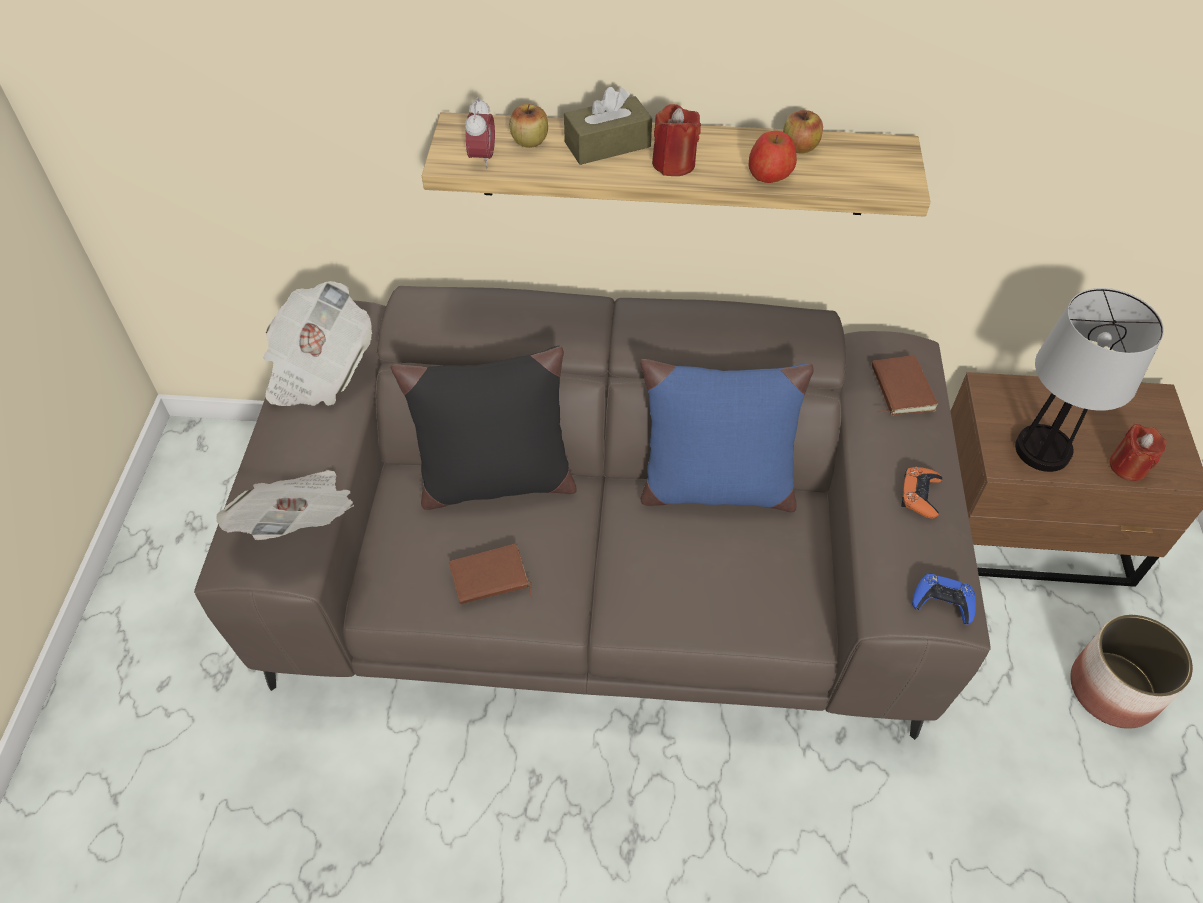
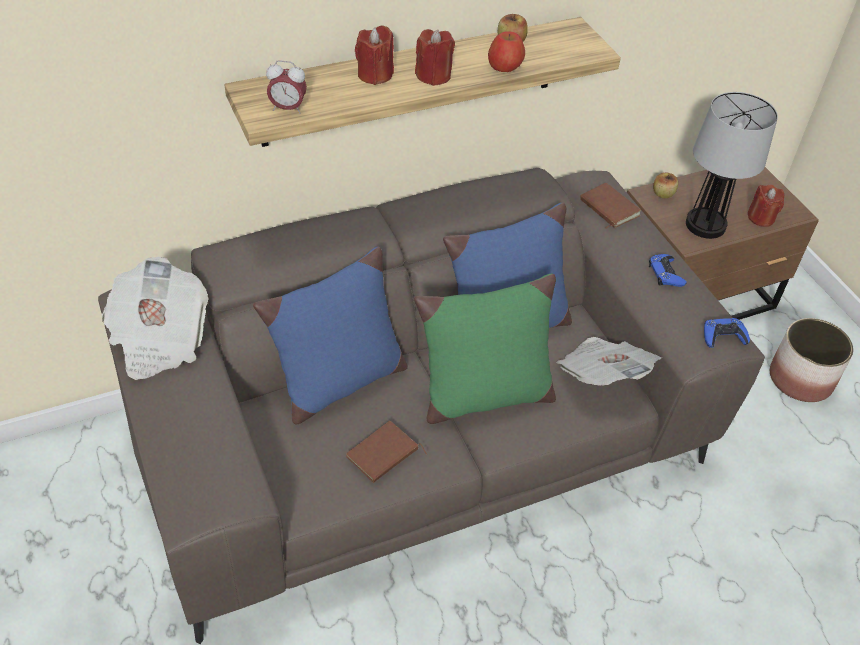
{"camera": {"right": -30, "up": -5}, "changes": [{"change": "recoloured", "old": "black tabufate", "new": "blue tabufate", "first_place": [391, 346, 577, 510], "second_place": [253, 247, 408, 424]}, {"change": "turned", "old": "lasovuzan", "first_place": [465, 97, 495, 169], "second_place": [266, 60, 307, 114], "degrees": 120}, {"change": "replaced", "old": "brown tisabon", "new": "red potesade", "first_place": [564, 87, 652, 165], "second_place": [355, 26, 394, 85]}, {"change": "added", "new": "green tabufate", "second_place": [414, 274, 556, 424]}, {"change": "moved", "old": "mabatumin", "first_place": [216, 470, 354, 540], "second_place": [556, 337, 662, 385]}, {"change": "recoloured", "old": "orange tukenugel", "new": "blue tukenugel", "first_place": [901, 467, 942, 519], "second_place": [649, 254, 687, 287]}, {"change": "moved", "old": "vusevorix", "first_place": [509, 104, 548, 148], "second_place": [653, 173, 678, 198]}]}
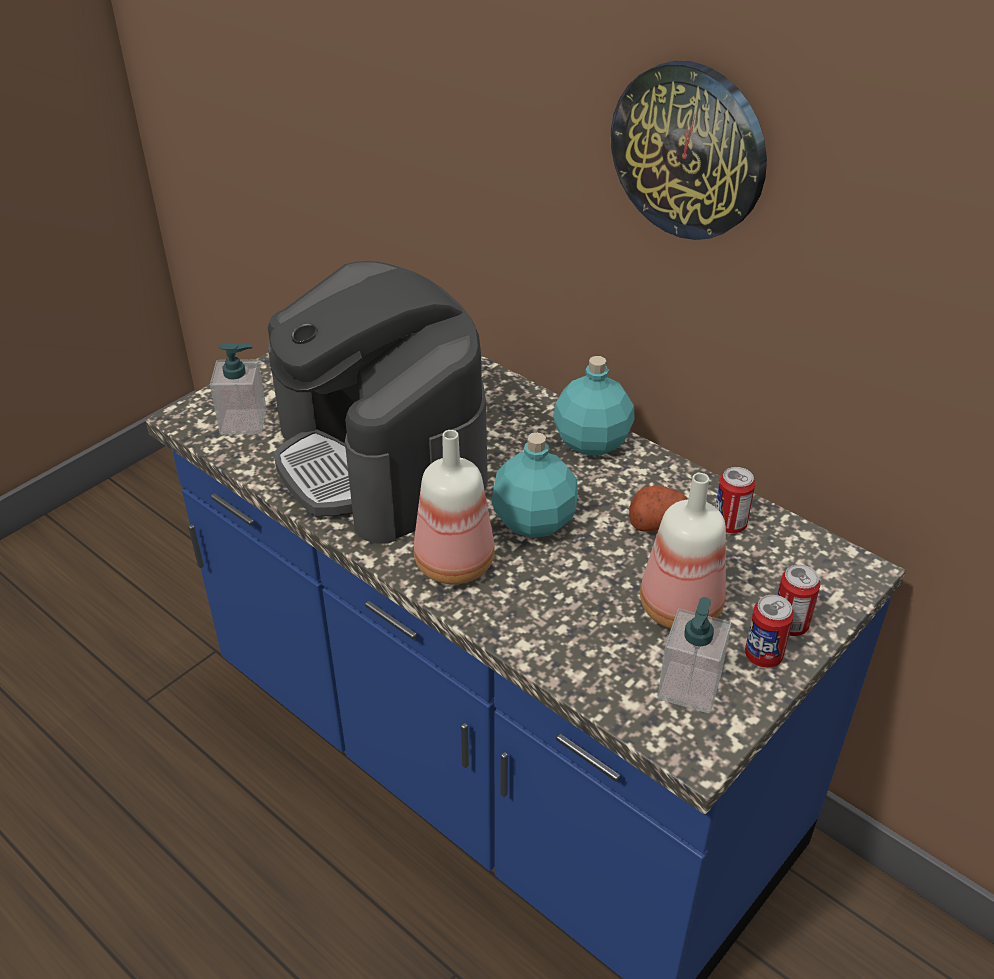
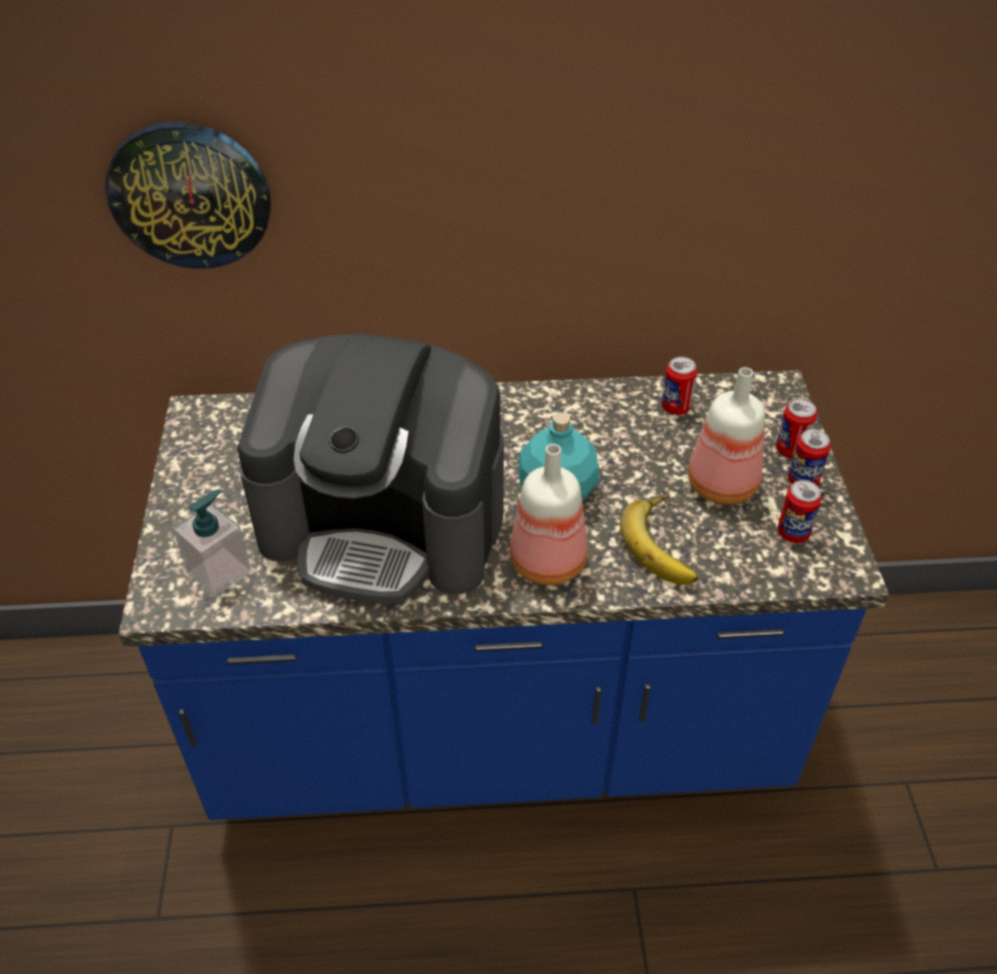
{"camera": {"right": -45, "up": 5}, "changes": [{"change": "moved", "old": "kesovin", "first_place": [611, 61, 767, 240], "second_place": [105, 121, 271, 269]}, {"change": "added", "new": "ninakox", "second_place": [620, 495, 698, 585]}, {"change": "replaced", "old": "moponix", "new": "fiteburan", "first_place": [658, 597, 731, 714], "second_place": [777, 480, 822, 543]}, {"change": "removed", "old": "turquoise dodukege", "first_place": [553, 356, 635, 455]}, {"change": "removed", "old": "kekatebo", "first_place": [629, 485, 687, 532]}]}
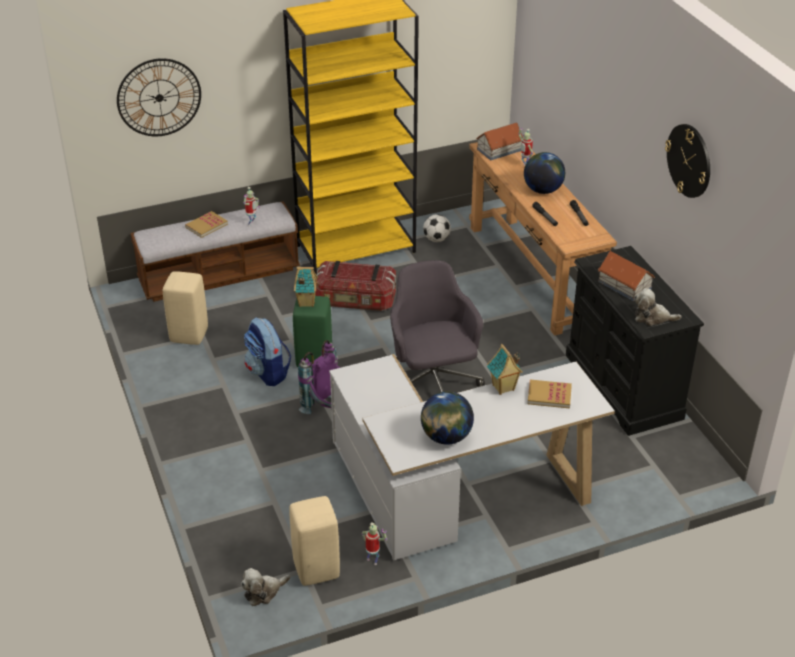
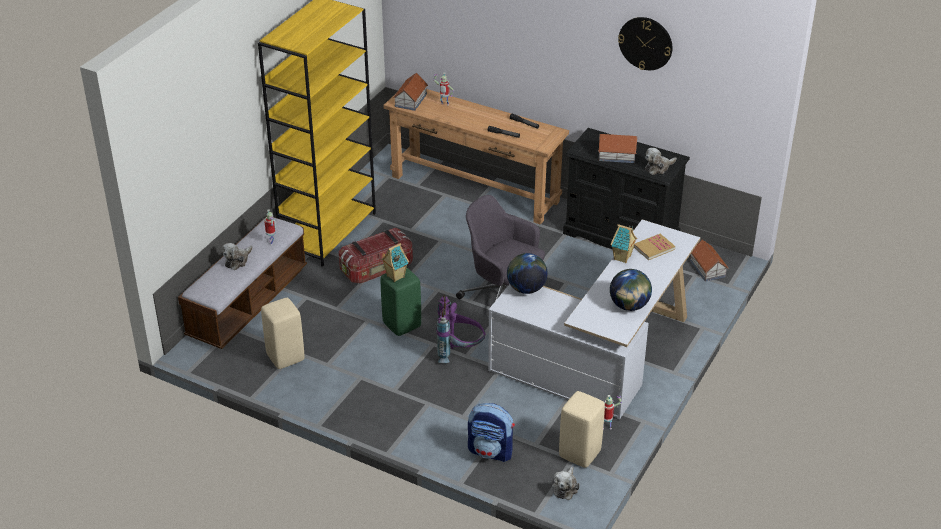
{"camera": {"right": -40, "up": 0}, "changes": [{"change": "replaced", "old": "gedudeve", "new": "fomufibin", "first_place": [185, 211, 228, 238], "second_place": [222, 243, 253, 270]}, {"change": "moved", "old": "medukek", "first_place": [244, 317, 291, 386], "second_place": [468, 403, 515, 462]}, {"change": "moved", "old": "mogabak", "first_place": [524, 152, 565, 194], "second_place": [507, 253, 548, 294]}, {"change": "added", "new": "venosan", "second_place": [690, 240, 728, 281]}, {"change": "removed", "old": "kesovin", "first_place": [117, 58, 201, 136]}, {"change": "removed", "old": "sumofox", "first_place": [423, 214, 451, 242]}]}
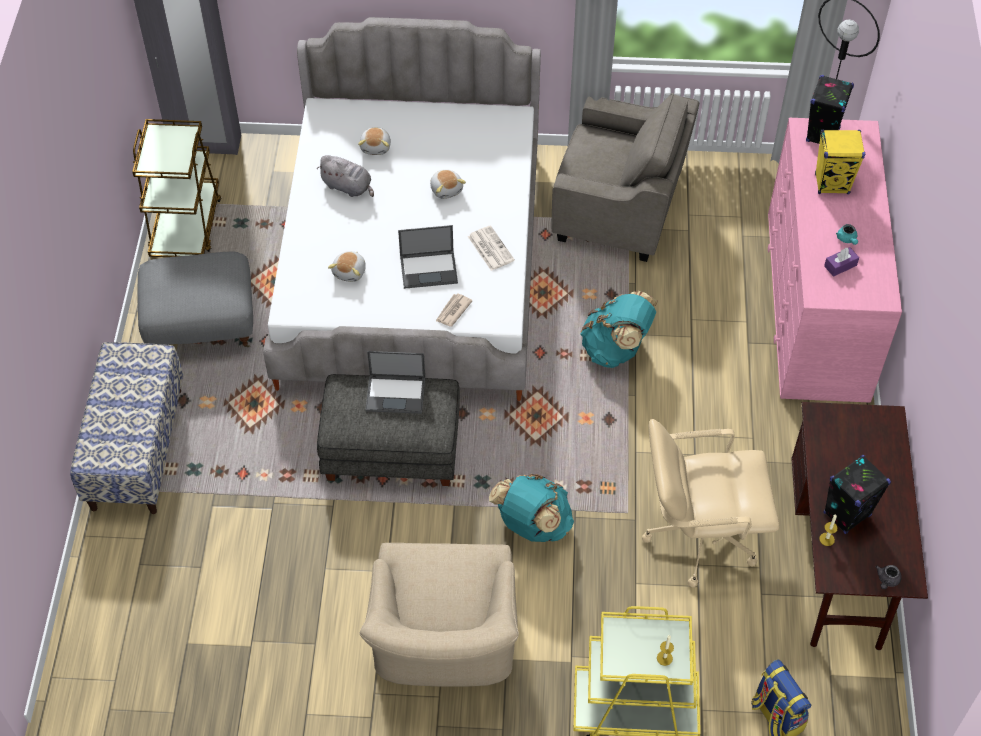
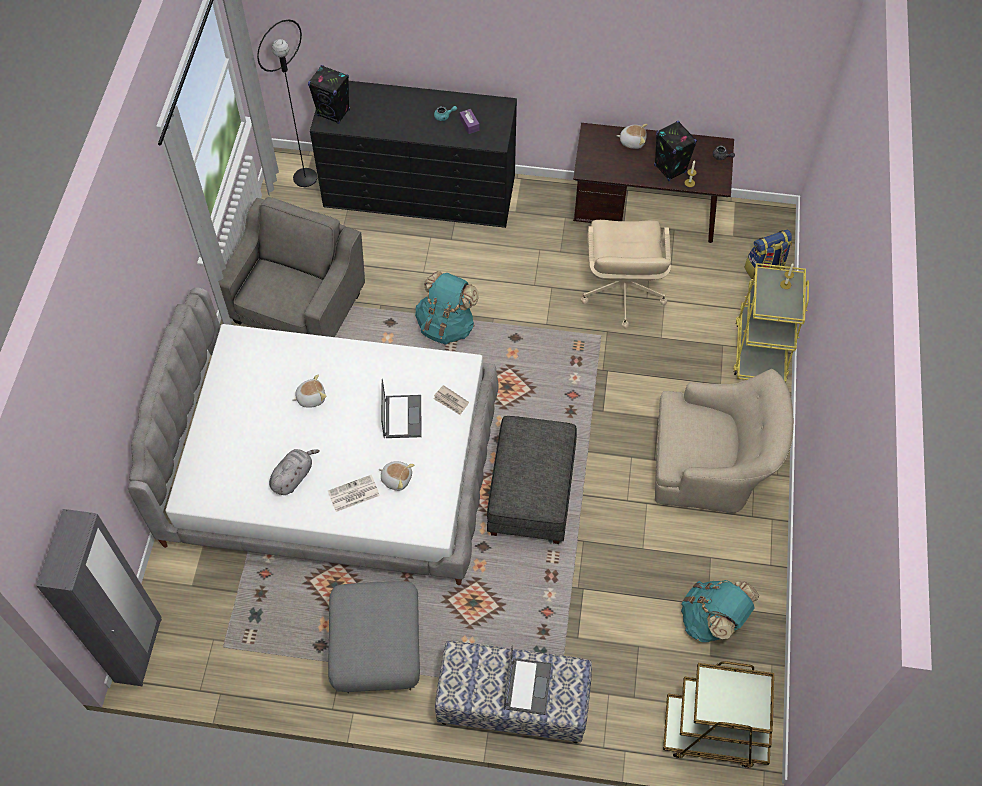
{"camera": {"right": -85, "up": 5}, "changes": [{"change": "recoloured", "old": "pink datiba", "new": "black datiba", "first_place": [768, 118, 902, 403], "second_place": [310, 81, 517, 228]}, {"change": "moved", "old": "mabatumin", "first_place": [468, 225, 515, 271], "second_place": [328, 475, 380, 512]}, {"change": "moved", "old": "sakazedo", "first_place": [365, 351, 425, 414], "second_place": [504, 646, 552, 715]}, {"change": "moved", "old": "fomufibin", "first_place": [358, 127, 391, 155], "second_place": [617, 124, 647, 149]}, {"change": "moved", "old": "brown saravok", "first_place": [132, 119, 222, 257], "second_place": [663, 661, 774, 768]}, {"change": "moved", "old": "turquoise medukek", "first_place": [489, 474, 574, 542], "second_place": [681, 580, 759, 642]}, {"change": "removed", "old": "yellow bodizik", "first_place": [815, 130, 865, 194]}]}
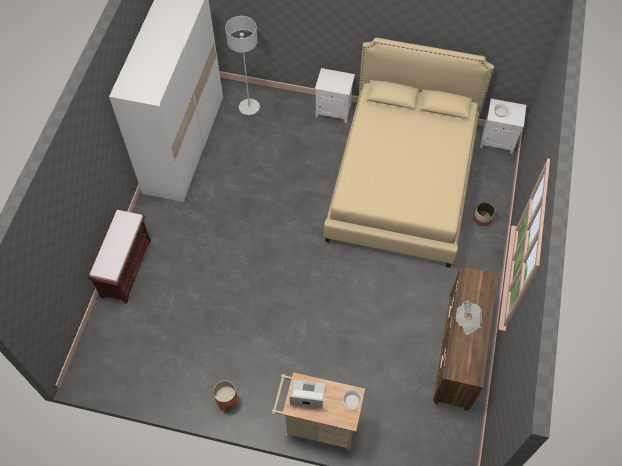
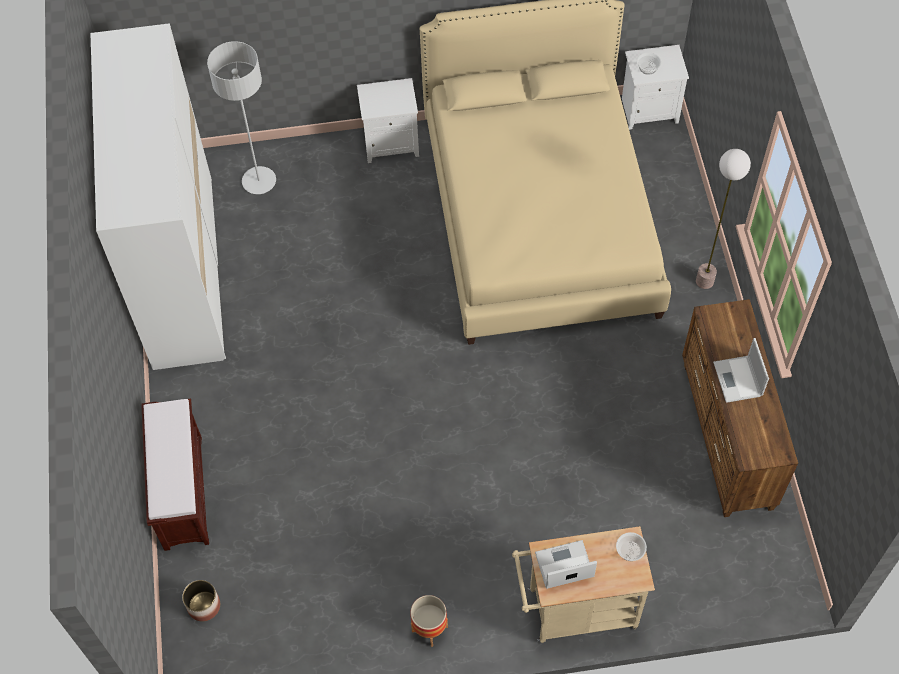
{"camera": {"right": -20, "up": 0}, "changes": [{"change": "moved", "old": "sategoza", "first_place": [473, 202, 495, 226], "second_place": [182, 580, 220, 621]}, {"change": "added", "new": "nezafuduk", "second_place": [696, 149, 751, 289]}, {"change": "replaced", "old": "mabatumin", "new": "sakazedo", "first_place": [455, 301, 482, 335], "second_place": [713, 338, 769, 403]}]}
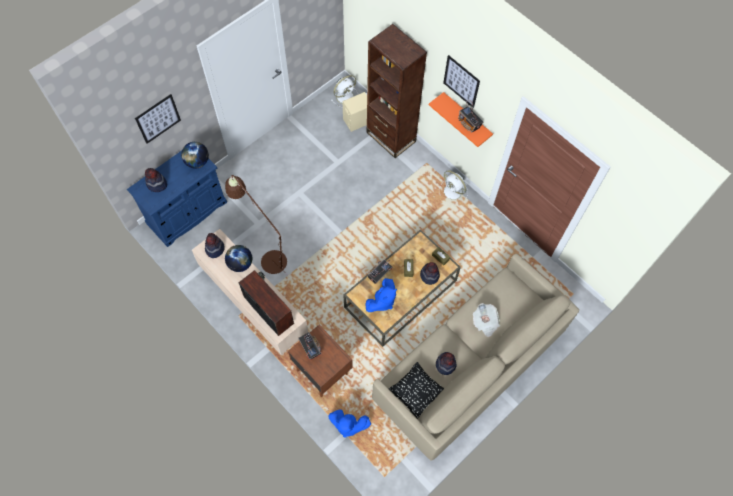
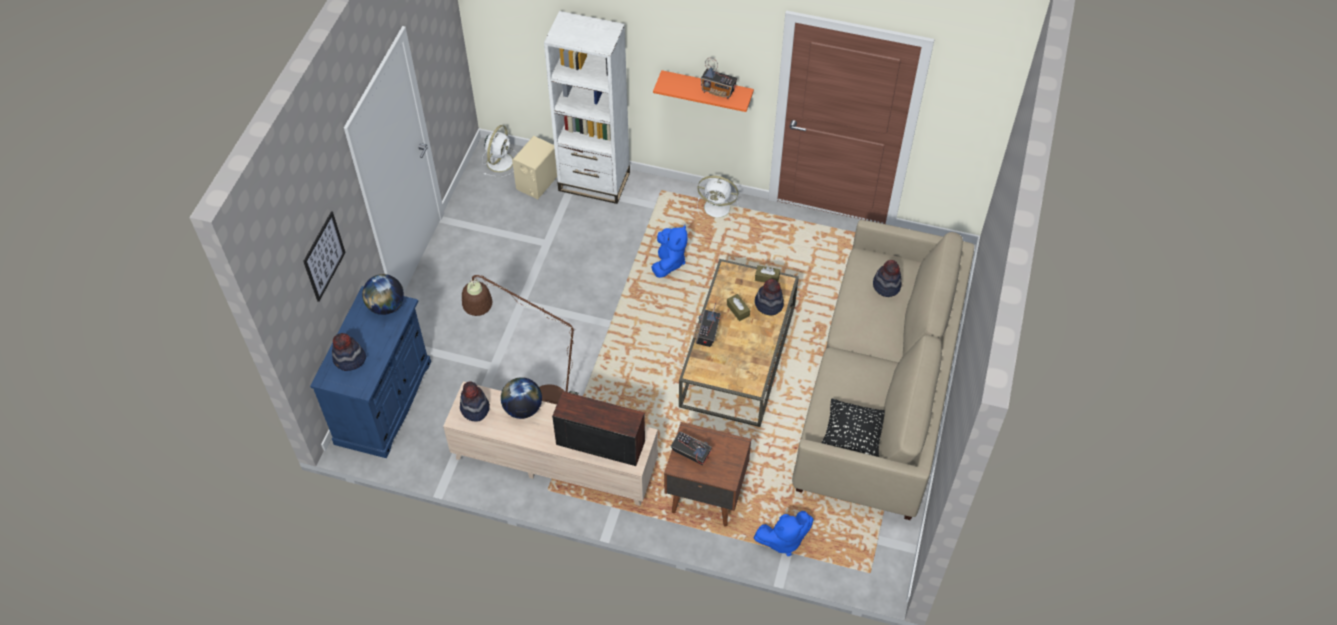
{"camera": {"right": -30, "up": -10}, "changes": [{"change": "recoloured", "old": "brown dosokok", "new": "white dosokok", "first_place": [366, 24, 427, 158], "second_place": [544, 11, 630, 204]}, {"change": "moved", "old": "blue fomufibin", "first_place": [365, 278, 397, 312], "second_place": [651, 225, 688, 278]}, {"change": "moved", "old": "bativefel", "first_place": [436, 352, 456, 375], "second_place": [873, 260, 902, 297]}, {"change": "removed", "old": "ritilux", "first_place": [443, 55, 480, 108]}, {"change": "removed", "old": "mabatumin", "first_place": [473, 303, 500, 337]}]}
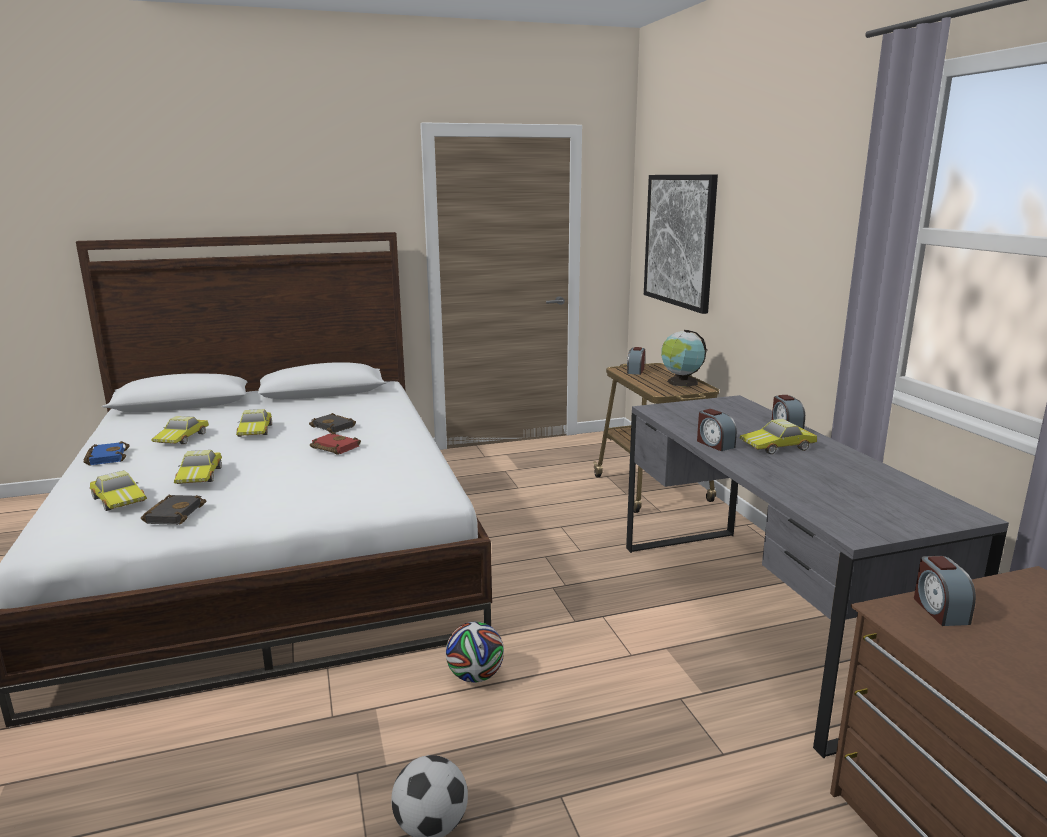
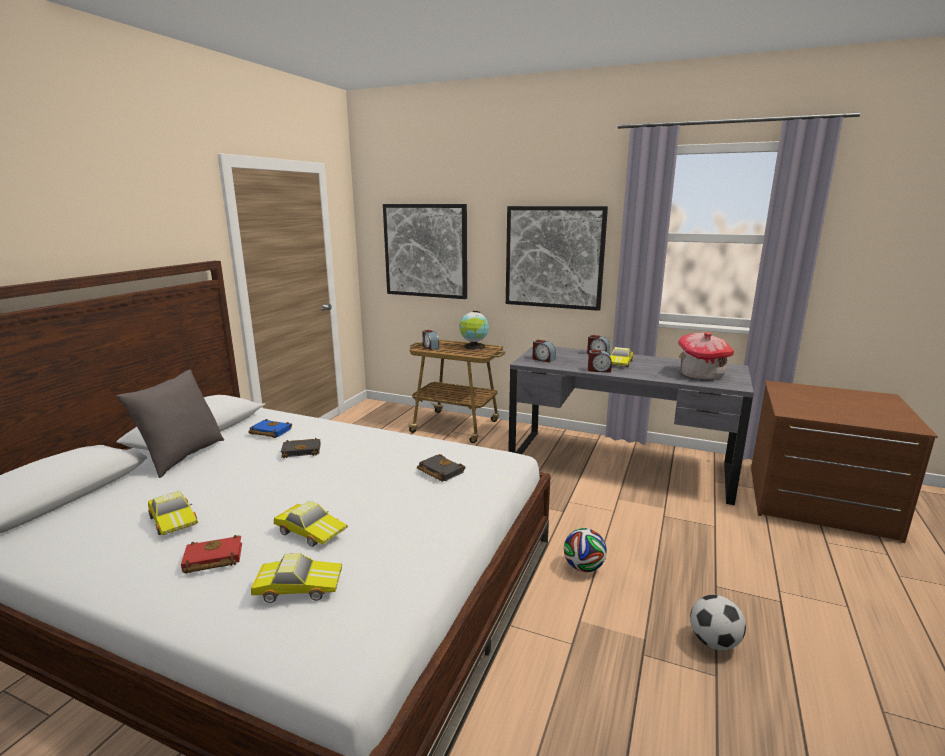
{"camera": {"right": -50, "up": 0}, "changes": [{"change": "added", "new": "grey tabufate", "second_place": [116, 370, 224, 478]}, {"change": "moved", "old": "red gedudeve", "first_place": [310, 432, 361, 455], "second_place": [181, 535, 242, 574]}, {"change": "moved", "old": "blue gedudeve", "first_place": [84, 441, 130, 465], "second_place": [248, 419, 292, 438]}, {"change": "moved", "old": "black gedudeve", "first_place": [141, 495, 206, 525], "second_place": [417, 454, 466, 482]}, {"change": "added", "new": "ritilux", "second_place": [506, 206, 608, 311]}, {"change": "moved", "old": "lasovuzan", "first_place": [914, 556, 976, 626], "second_place": [532, 340, 556, 363]}, {"change": "added", "new": "venosan", "second_place": [678, 332, 734, 379]}, {"change": "removed", "old": "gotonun", "first_place": [236, 409, 272, 437]}]}
